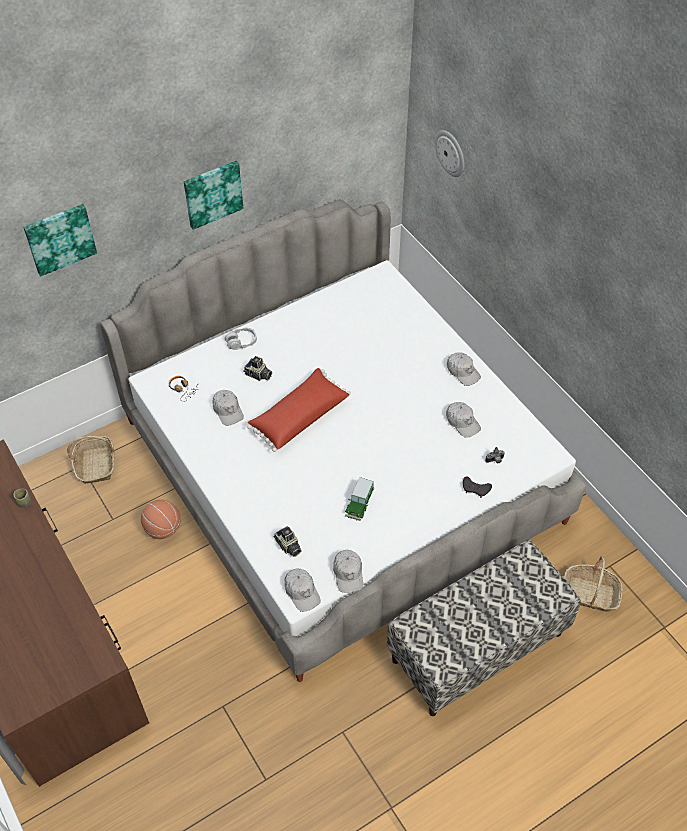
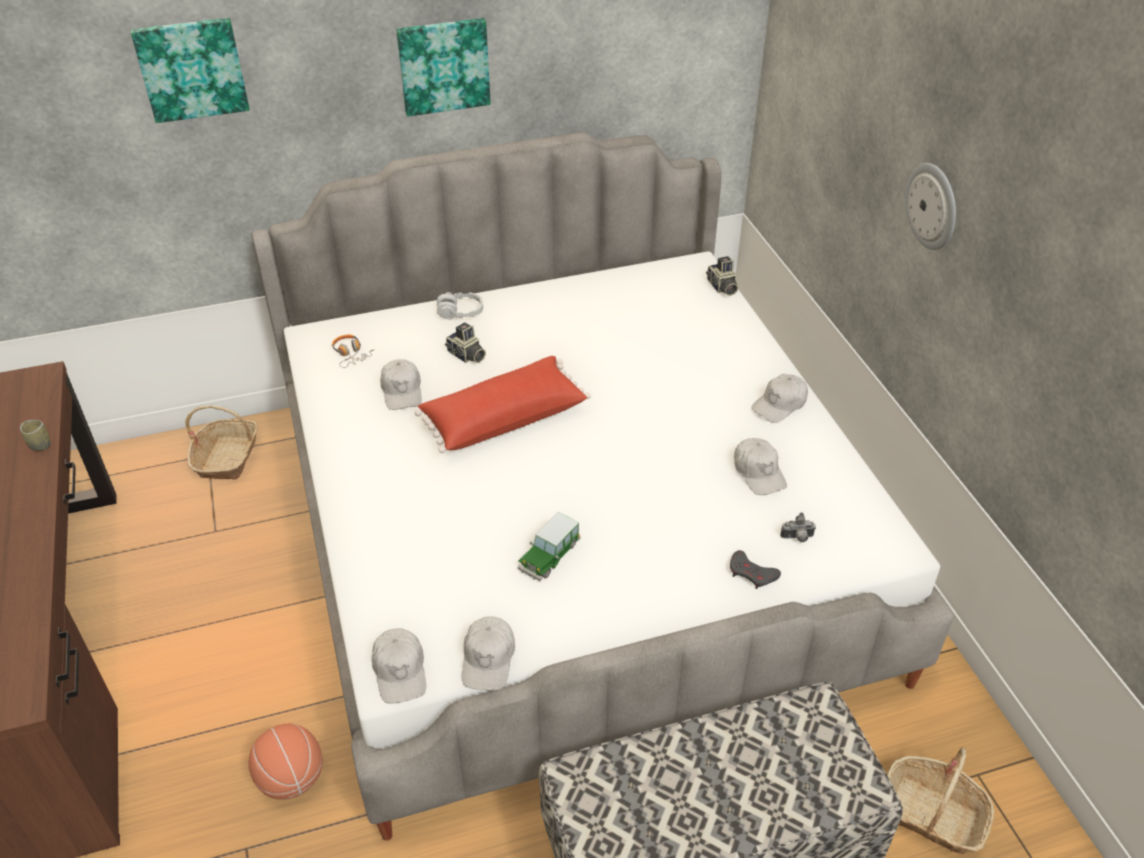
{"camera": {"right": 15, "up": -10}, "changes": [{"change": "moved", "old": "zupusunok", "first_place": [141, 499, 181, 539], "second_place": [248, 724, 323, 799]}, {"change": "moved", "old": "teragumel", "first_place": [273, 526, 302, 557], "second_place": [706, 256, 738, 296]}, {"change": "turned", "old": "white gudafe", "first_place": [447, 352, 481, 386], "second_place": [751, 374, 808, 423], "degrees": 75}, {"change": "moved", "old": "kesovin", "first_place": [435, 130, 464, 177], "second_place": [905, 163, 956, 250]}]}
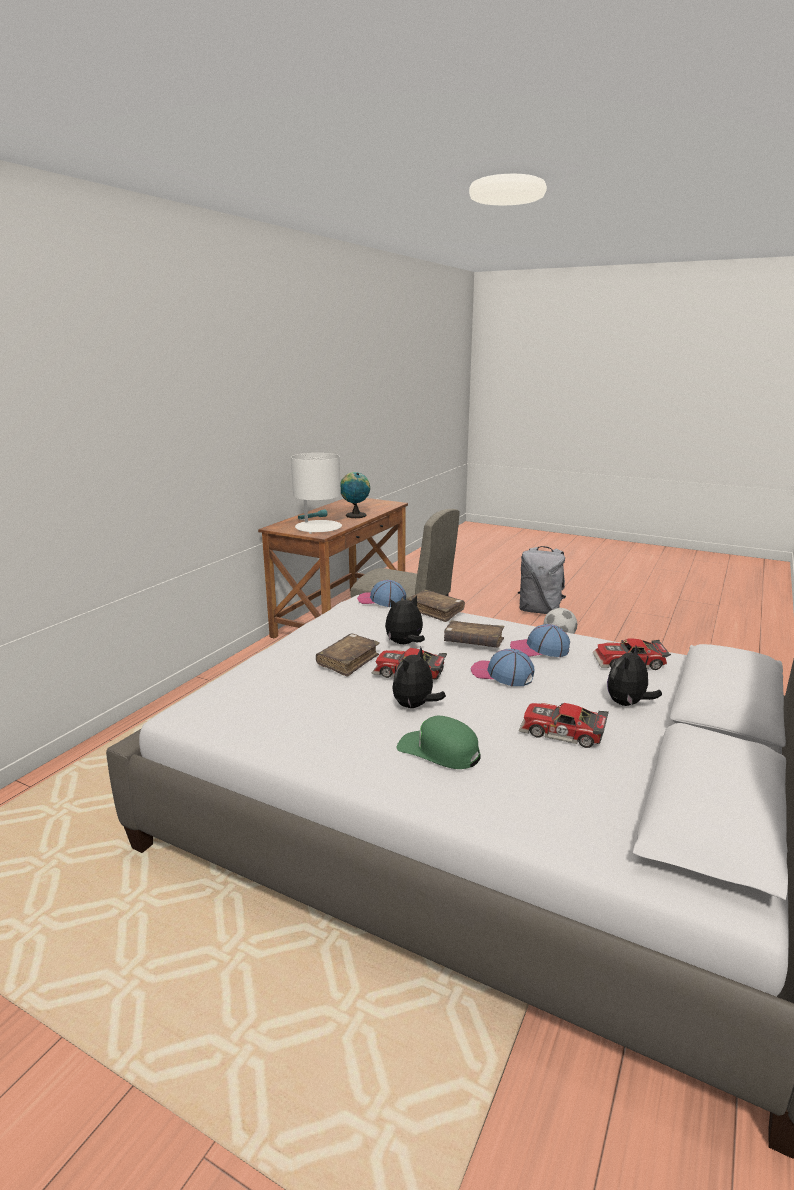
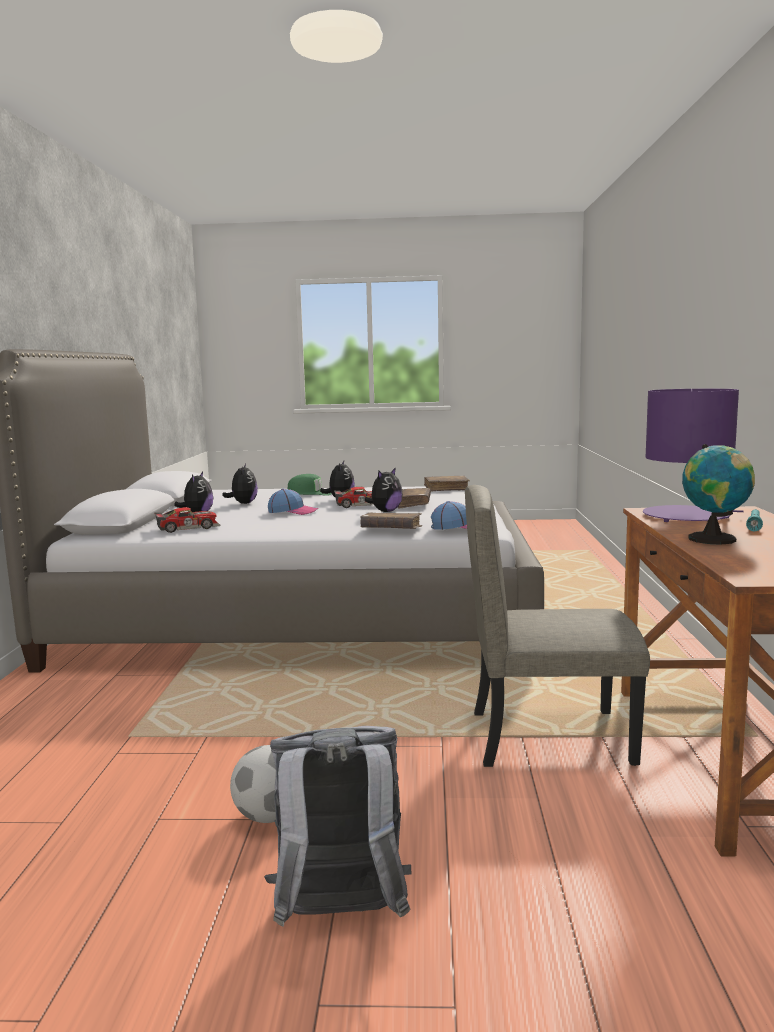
{"camera": {"right": 155, "up": -10}, "changes": [{"change": "replaced", "old": "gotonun", "new": "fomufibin", "first_place": [519, 703, 609, 748], "second_place": [222, 464, 258, 504]}, {"change": "moved", "old": "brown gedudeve", "first_place": [444, 620, 504, 648], "second_place": [424, 476, 470, 491]}, {"change": "recoloured", "old": "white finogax", "new": "purple finogax", "first_place": [291, 453, 342, 534], "second_place": [643, 389, 744, 522]}, {"change": "removed", "old": "gudafe", "first_place": [510, 624, 570, 657]}]}
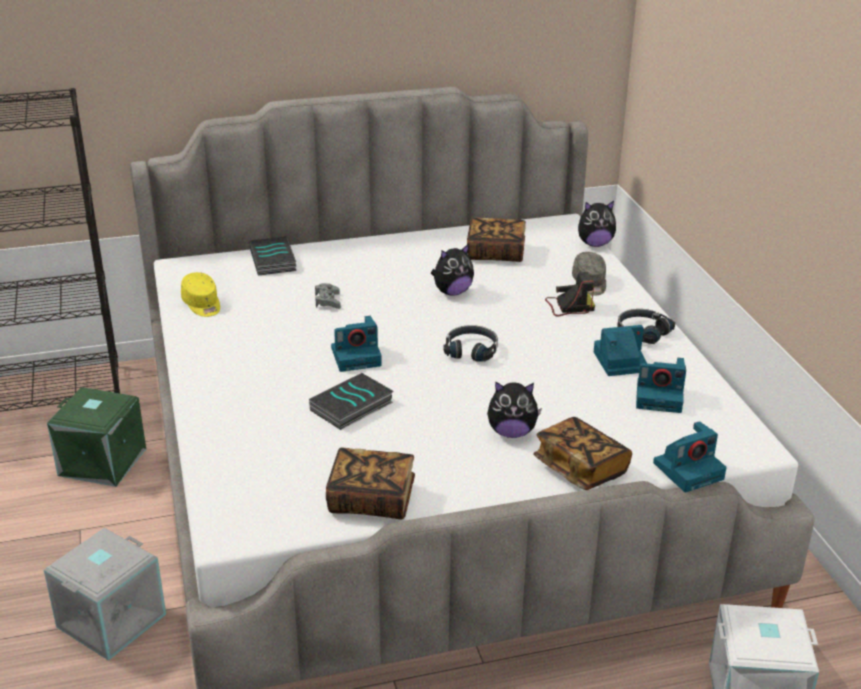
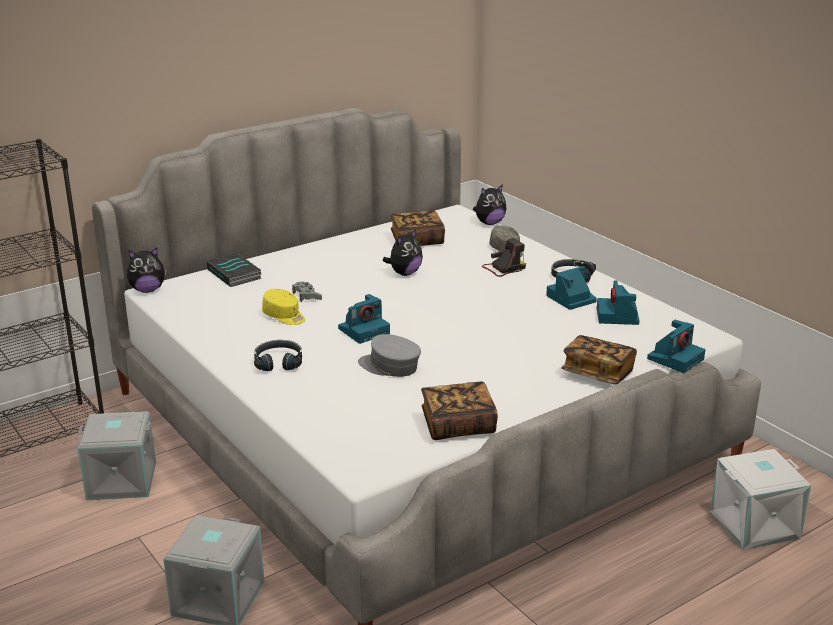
{"camera": {"right": -20, "up": -5}, "changes": [{"change": "recoloured", "old": "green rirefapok", "new": "grey rirefapok", "first_place": [47, 387, 146, 487], "second_place": [77, 411, 156, 500]}, {"change": "moved", "old": "fomufibin", "first_place": [487, 381, 542, 438], "second_place": [127, 247, 167, 293]}, {"change": "moved", "old": "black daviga", "first_place": [443, 325, 498, 362], "second_place": [254, 340, 302, 371]}, {"change": "moved", "old": "yellow gudafe", "first_place": [181, 272, 220, 317], "second_place": [262, 289, 305, 325]}, {"change": "replaced", "old": "gedudeve", "new": "grey gudafe", "first_place": [309, 373, 393, 430], "second_place": [358, 334, 421, 377]}, {"change": "turned", "old": "teragumel", "first_place": [636, 358, 686, 413], "second_place": [597, 280, 639, 325], "degrees": 105}]}
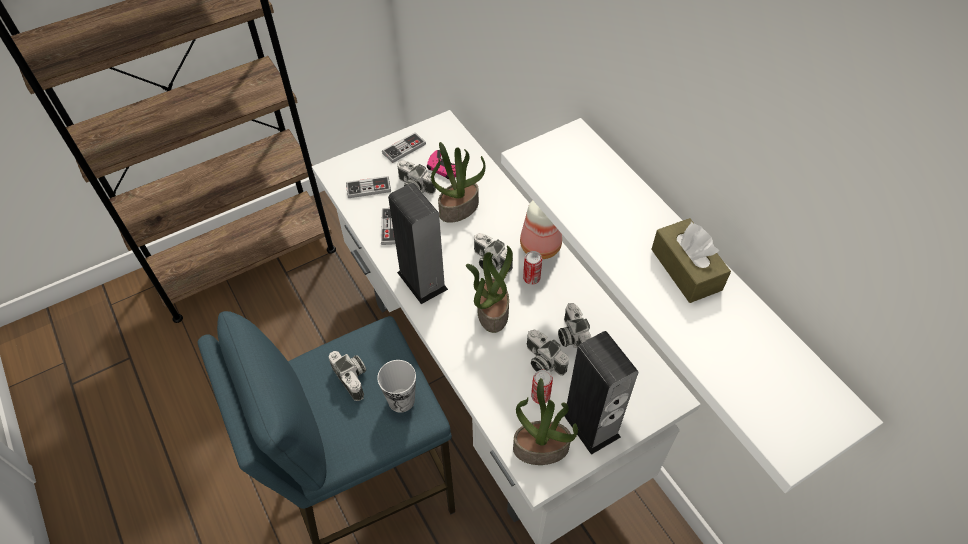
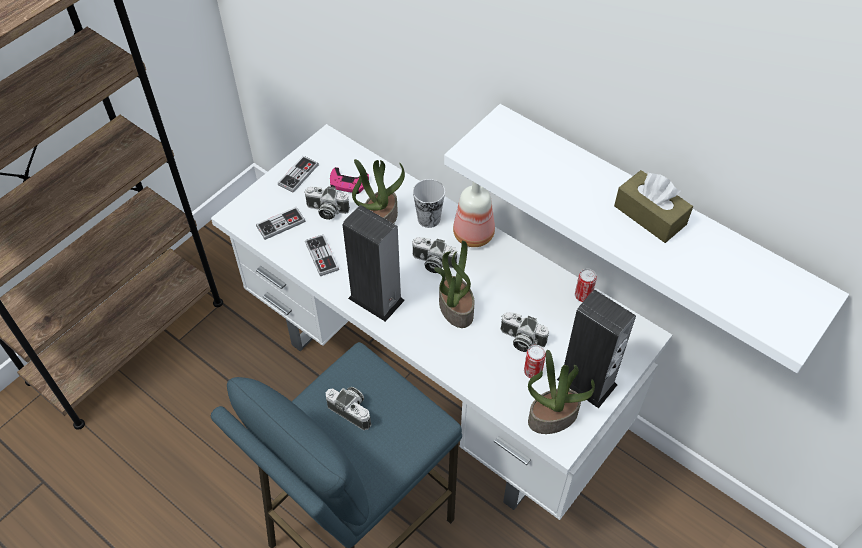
{"camera": {"right": -20, "up": 0}, "changes": [{"change": "moved", "old": "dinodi", "first_place": [377, 360, 416, 413], "second_place": [413, 179, 445, 228]}, {"change": "moved", "old": "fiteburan", "first_place": [523, 251, 542, 285], "second_place": [575, 268, 597, 302]}, {"change": "removed", "old": "teragumel", "first_place": [558, 303, 592, 348]}]}
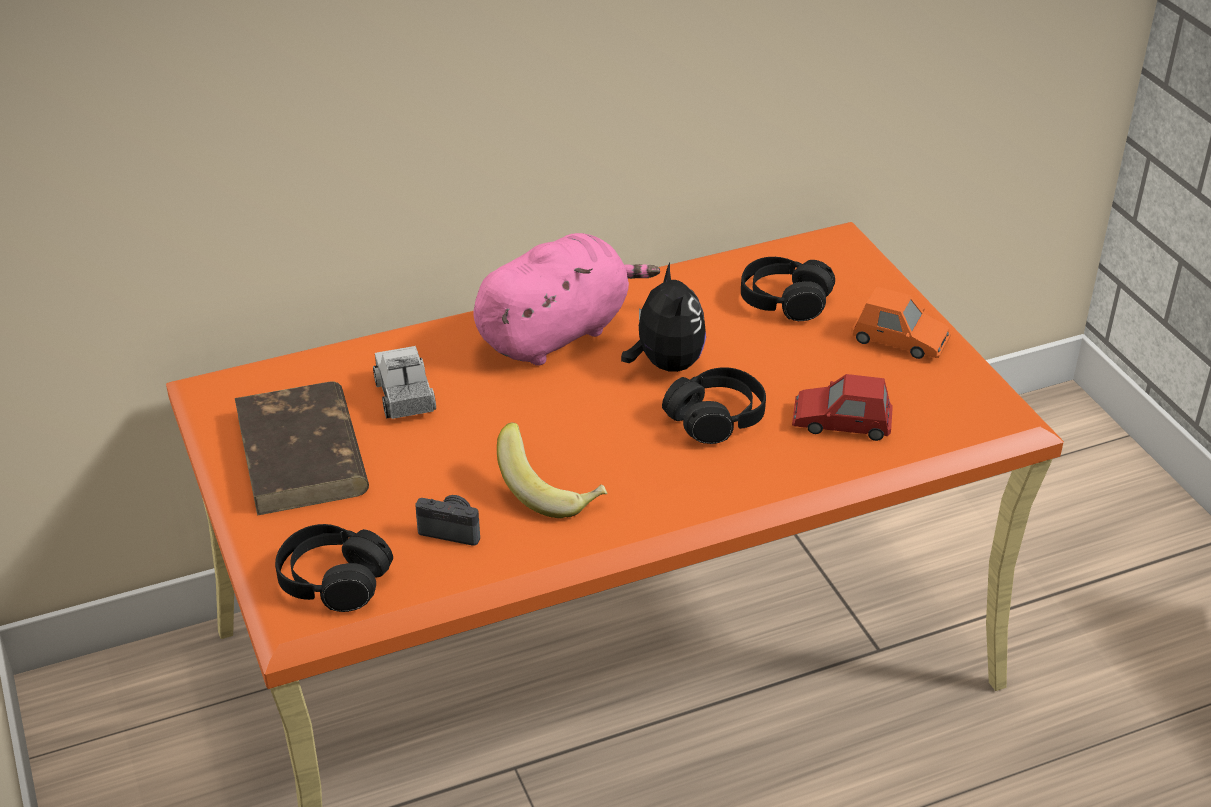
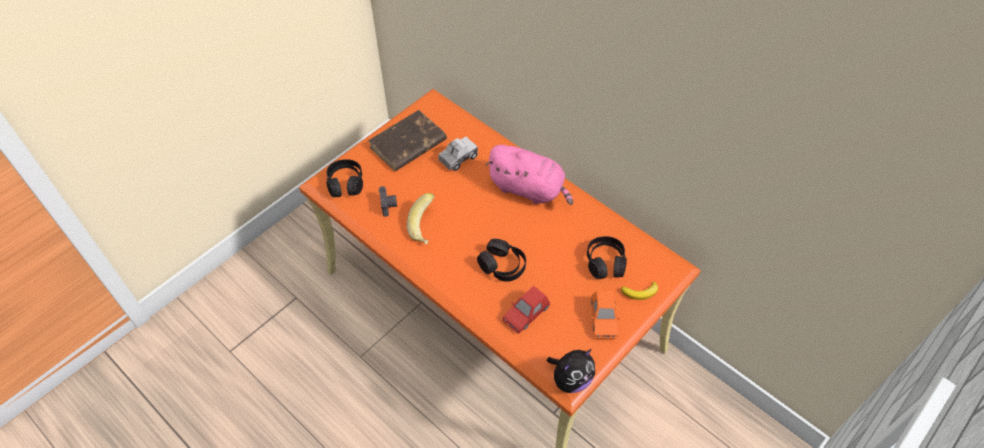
{"camera": {"right": 65, "up": 15}, "changes": [{"change": "turned", "old": "red gotonun", "first_place": [792, 374, 893, 441], "second_place": [503, 286, 550, 334], "degrees": -120}, {"change": "moved", "old": "fomufibin", "first_place": [621, 263, 706, 372], "second_place": [547, 349, 595, 393]}, {"change": "added", "new": "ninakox", "second_place": [621, 281, 658, 300]}]}
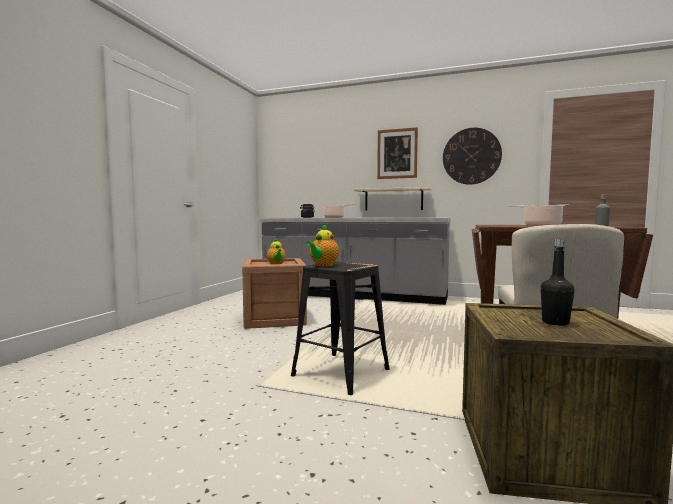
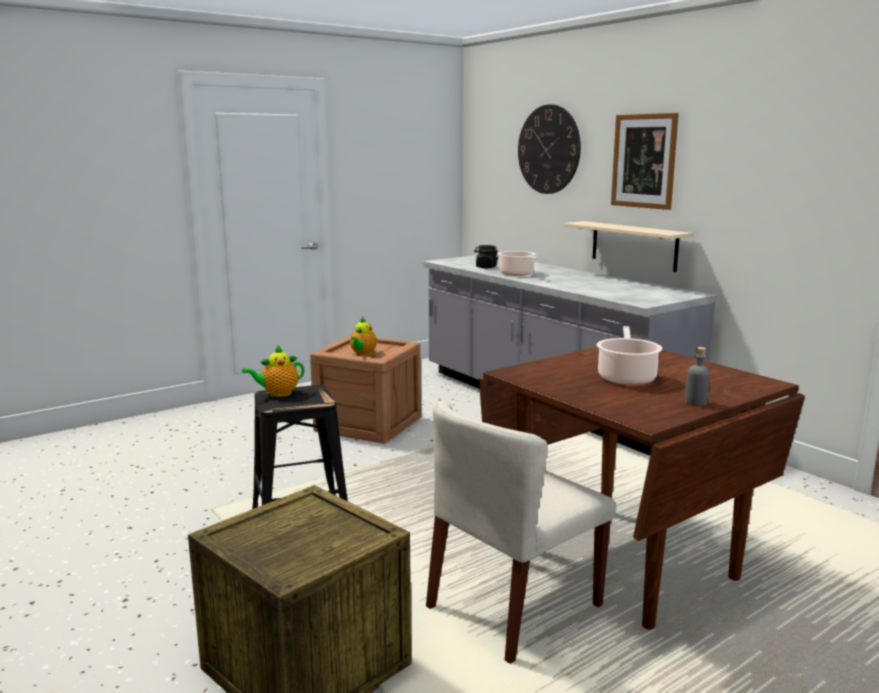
{"camera": {"right": 35, "up": 10}, "changes": [{"change": "moved", "old": "kesovin", "first_place": [443, 128, 502, 185], "second_place": [518, 104, 581, 194]}, {"change": "removed", "old": "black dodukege", "first_place": [541, 239, 575, 326]}]}
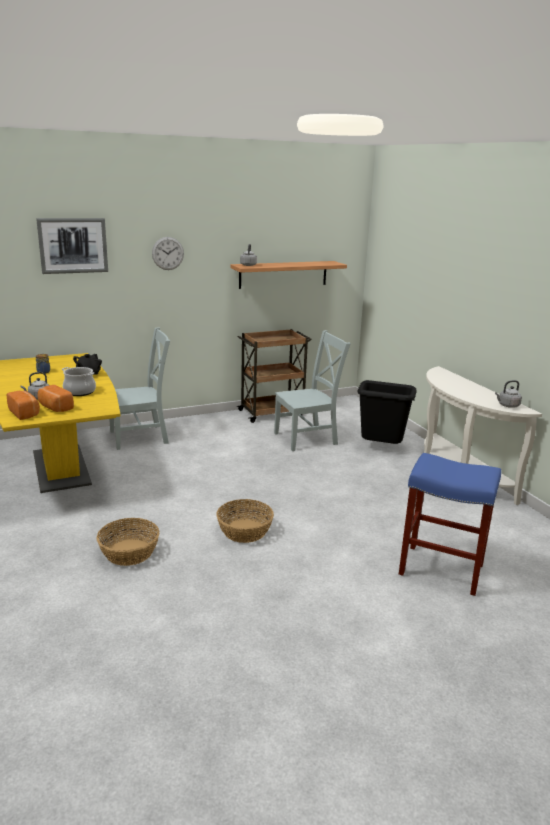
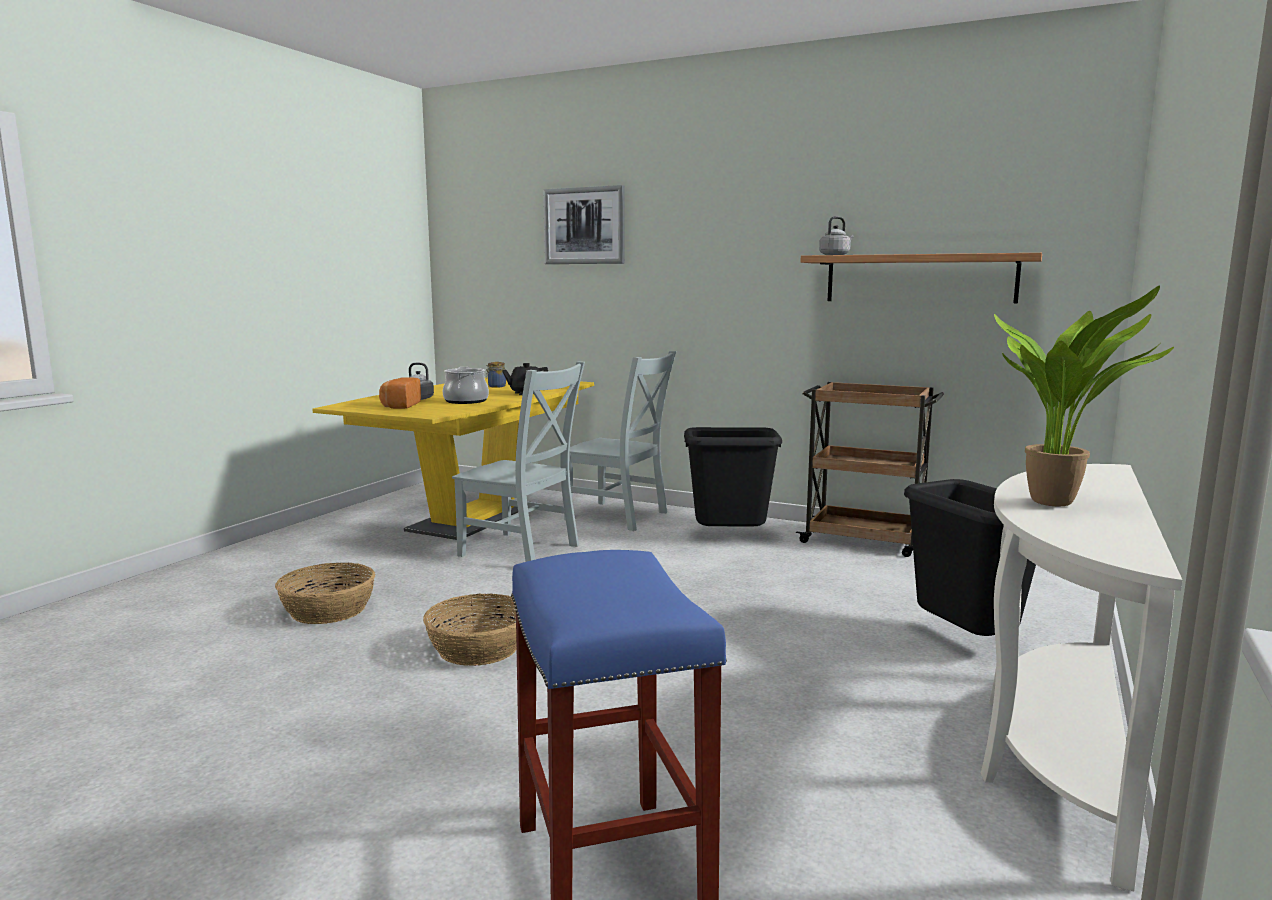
{"camera": {"right": 50, "up": -10}, "changes": [{"change": "moved", "old": "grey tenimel", "first_place": [274, 330, 351, 451], "second_place": [452, 362, 585, 562]}, {"change": "added", "new": "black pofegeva", "second_place": [684, 427, 782, 526]}, {"change": "added", "new": "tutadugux", "second_place": [994, 286, 1174, 507]}, {"change": "removed", "old": "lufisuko", "first_place": [7, 391, 40, 420]}, {"change": "removed", "old": "kesovin", "first_place": [152, 237, 184, 270]}, {"change": "removed", "old": "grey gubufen", "first_place": [495, 380, 522, 408]}]}
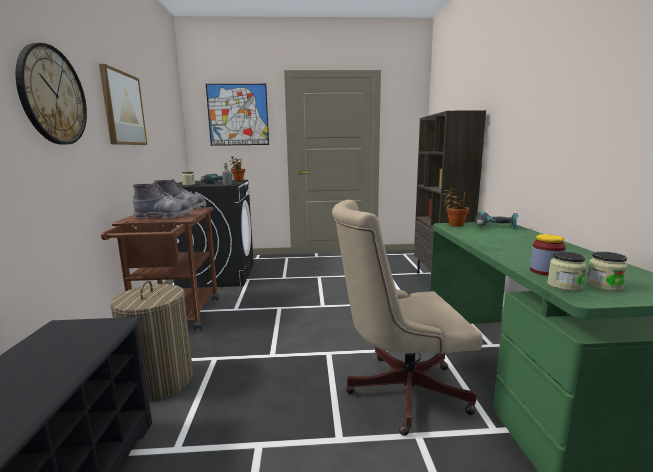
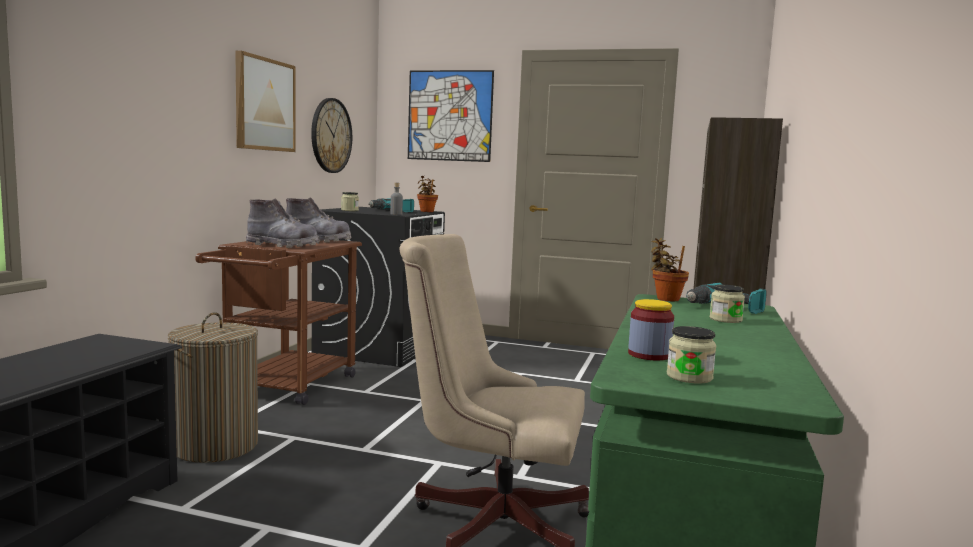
{"camera": {"right": 20, "up": -5}, "changes": [{"change": "moved", "old": "kesovin", "first_place": [15, 43, 87, 145], "second_place": [311, 98, 352, 173]}, {"change": "moved", "old": "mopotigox", "first_place": [547, 252, 586, 291], "second_place": [710, 285, 745, 323]}]}
